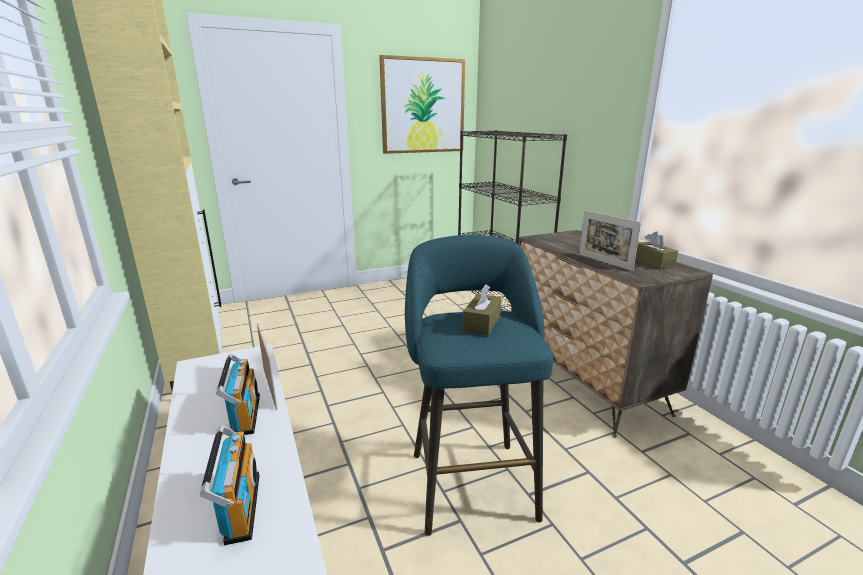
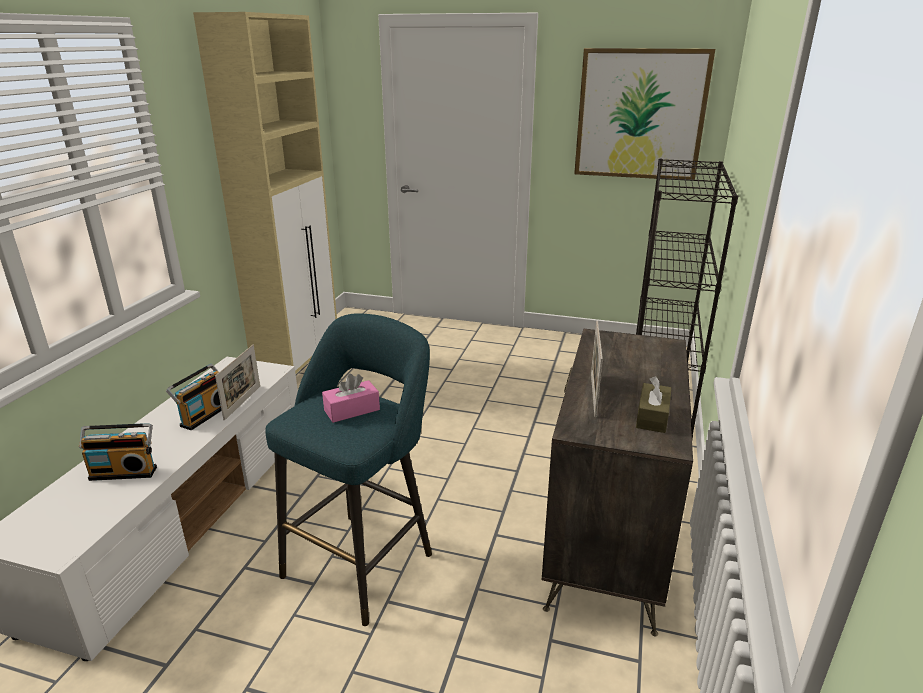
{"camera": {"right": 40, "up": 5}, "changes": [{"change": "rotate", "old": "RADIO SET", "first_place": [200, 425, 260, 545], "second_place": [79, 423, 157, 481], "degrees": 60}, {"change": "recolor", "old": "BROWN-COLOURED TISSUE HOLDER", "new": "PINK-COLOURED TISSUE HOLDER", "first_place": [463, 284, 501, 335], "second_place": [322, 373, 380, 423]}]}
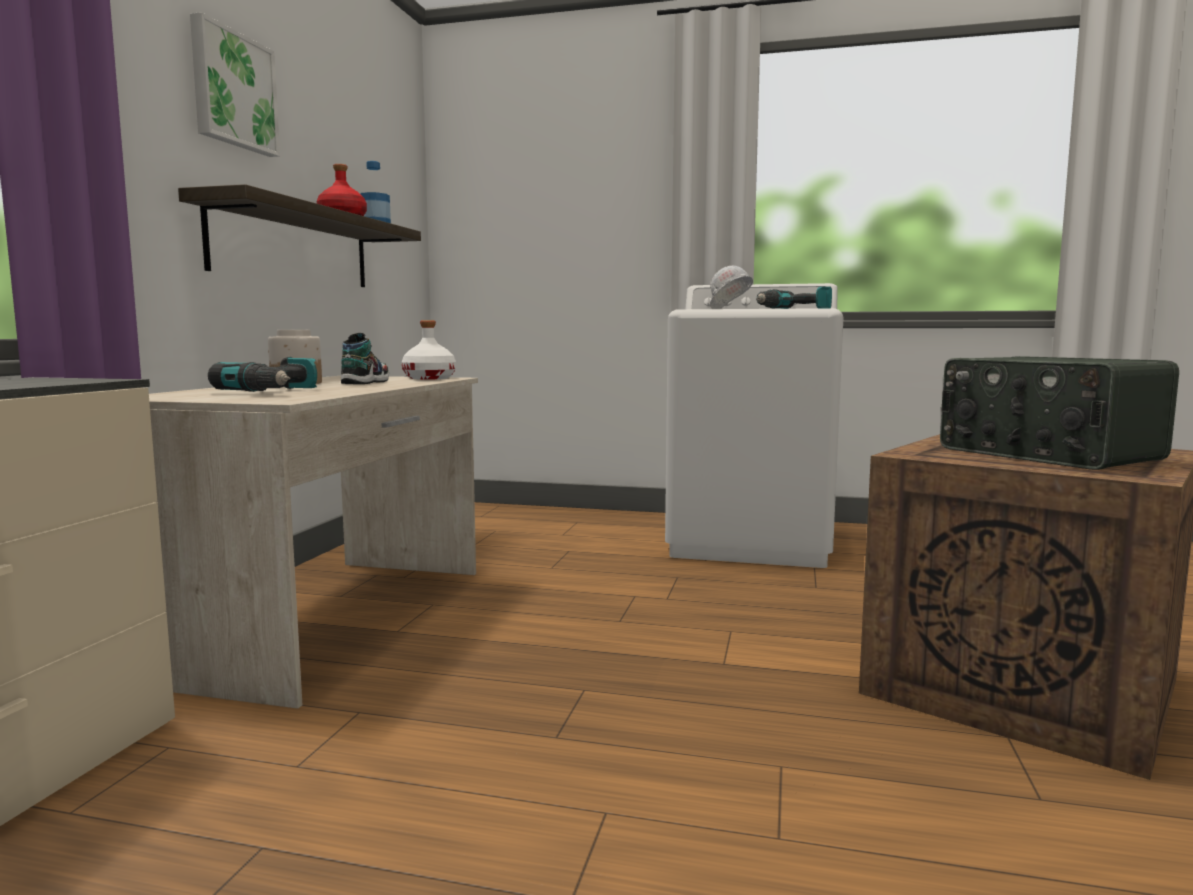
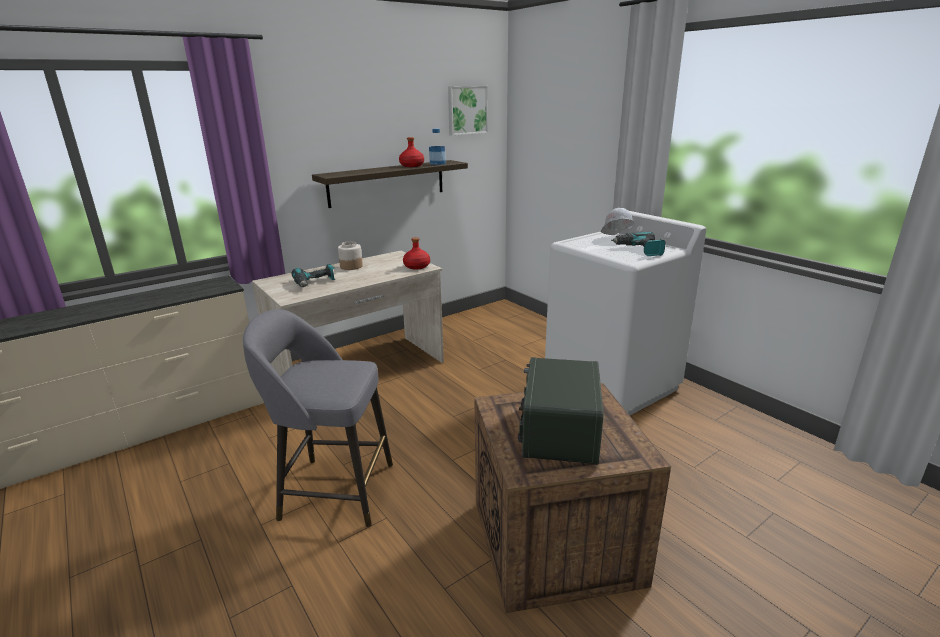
{"camera": {"right": 40, "up": 15}, "changes": [{"change": "move", "old": "PICTURE", "first_place": [190, 12, 280, 157], "second_place": [448, 86, 488, 136]}, {"change": "delete", "old": "SHOE", "first_place": [341, 333, 389, 384]}, {"change": "recolor", "old": "WHITISH BOTTLE", "new": "RED-COLOURED BOTTLE", "first_place": [402, 320, 456, 380], "second_place": [403, 237, 430, 270]}, {"change": "insert", "new": "GRAY STOOL SEAT", "second_place": [243, 309, 393, 527]}]}
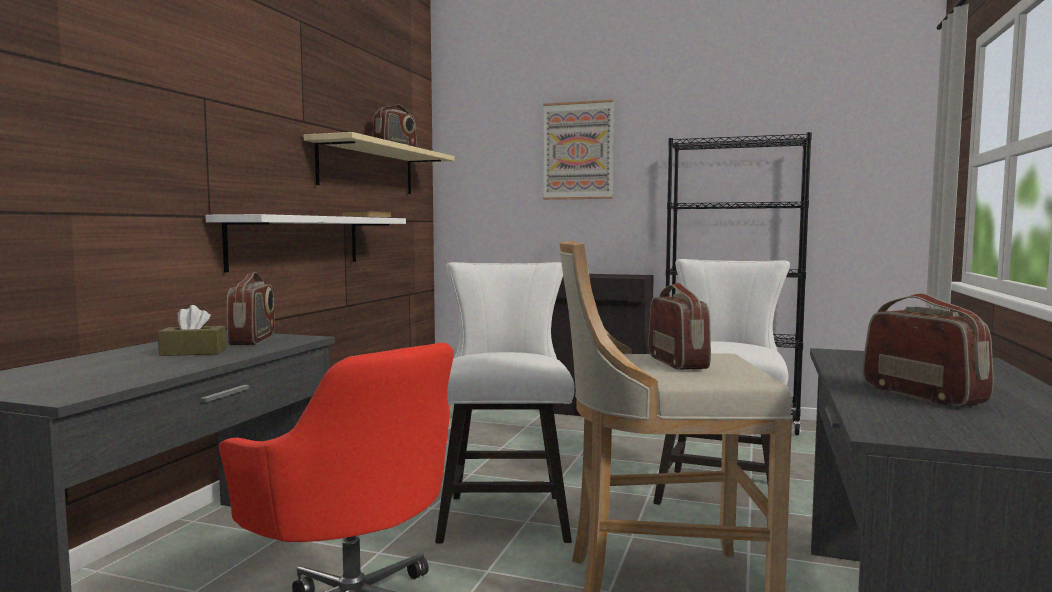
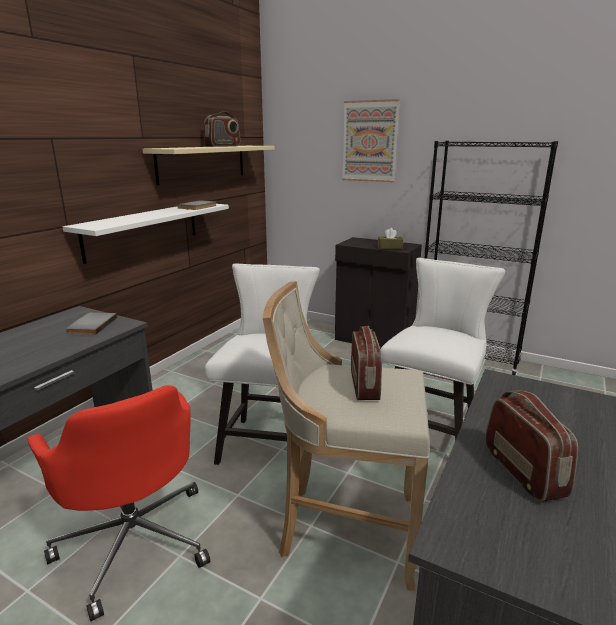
{"camera": {"right": 10, "up": 15}, "changes": [{"change": "move", "old": "BROWN-COLOURED TISSUE HOLDER", "first_place": [158, 305, 227, 356], "second_place": [378, 228, 403, 249]}, {"change": "replace", "old": "RADIO SET", "new": "GRAY BOUND BOOK", "first_place": [227, 272, 275, 345], "second_place": [65, 312, 117, 335]}]}
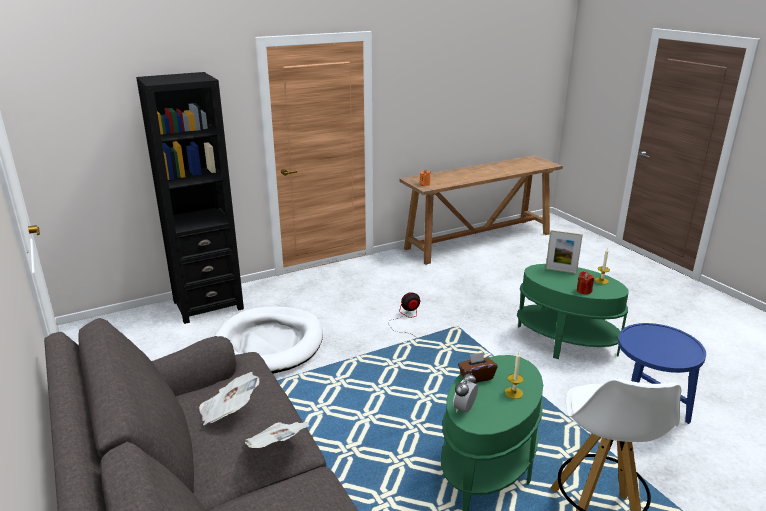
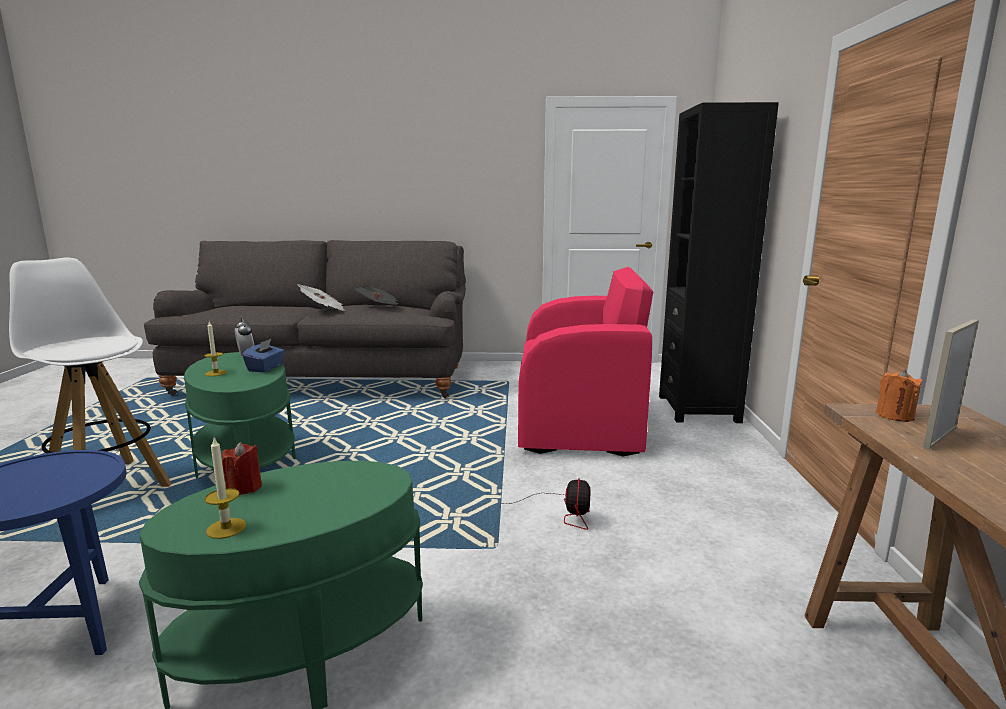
{"camera": {"right": 120, "up": -10}, "changes": [{"change": "replace", "old": "WHITISH DOG CUSHION", "new": "PINK-COLOURED EASY CHAIR", "first_place": [215, 306, 323, 374], "second_place": [518, 267, 654, 457]}, {"change": "recolor", "old": "BROWN-COLOURED TISSUE HOLDER", "new": "BLUISH TISSUE HOLDER", "first_place": [458, 352, 498, 383], "second_place": [242, 339, 284, 372]}, {"change": "move", "old": "PICTURE FRAME", "first_place": [546, 230, 583, 274], "second_place": [923, 319, 979, 450]}]}
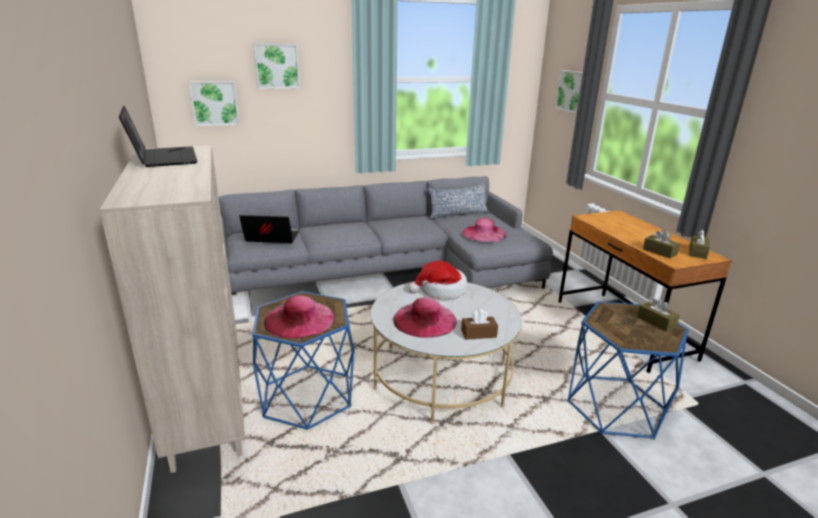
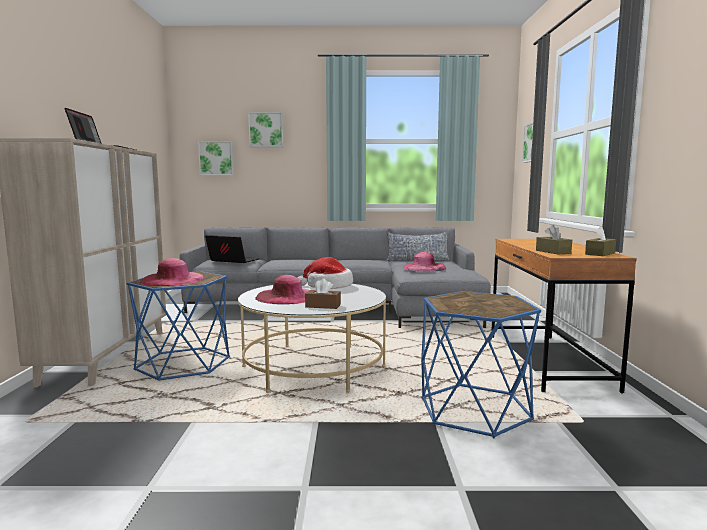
{"camera": {"right": 20, "up": -15}, "changes": [{"change": "delete", "old": "BROWN-COLOURED TISSUE HOLDER", "first_place": [637, 298, 680, 332]}]}
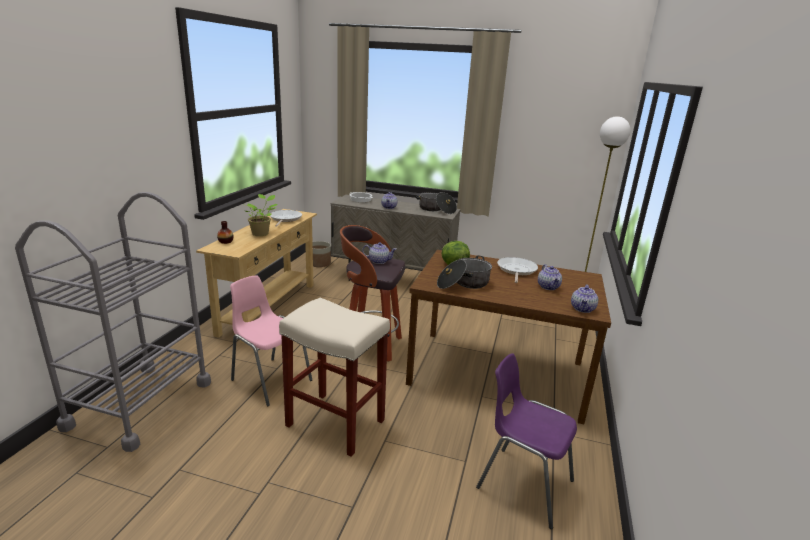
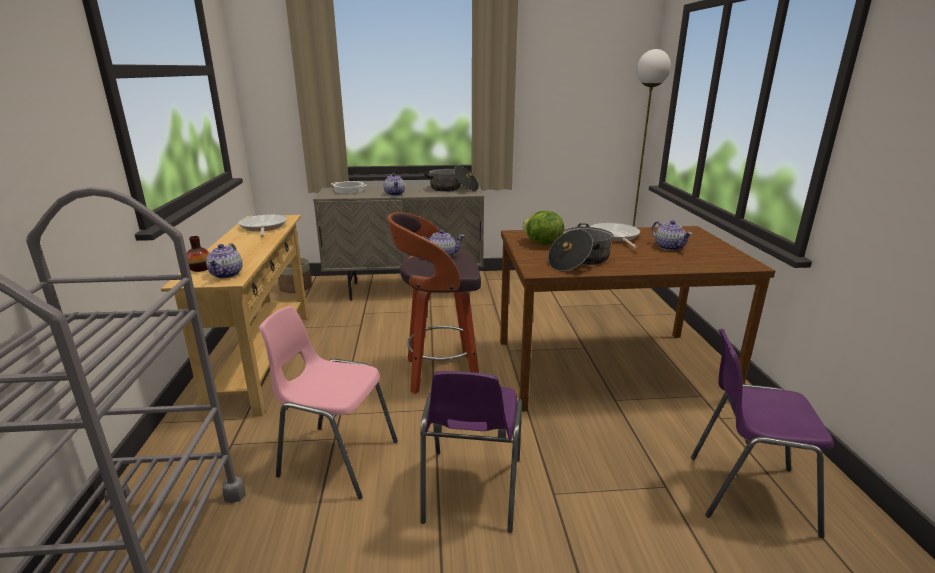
{"camera": {"right": -20, "up": 0}, "changes": [{"change": "delete", "old": "PLANT IN A POT", "first_place": [245, 194, 278, 236]}, {"change": "replace", "old": "BEIGE-COLOURED STOOL SEAT", "new": "PURPLE-COLOURED PLAIN CHAIR", "first_place": [279, 298, 390, 457], "second_place": [421, 371, 522, 533]}, {"change": "move", "old": "TEAPOT", "first_place": [571, 284, 598, 313], "second_place": [206, 243, 243, 278]}]}
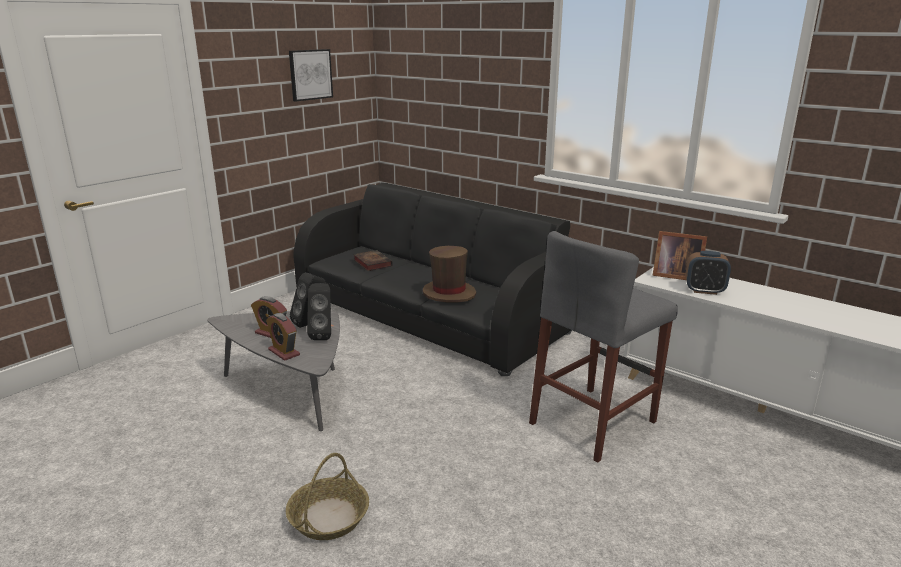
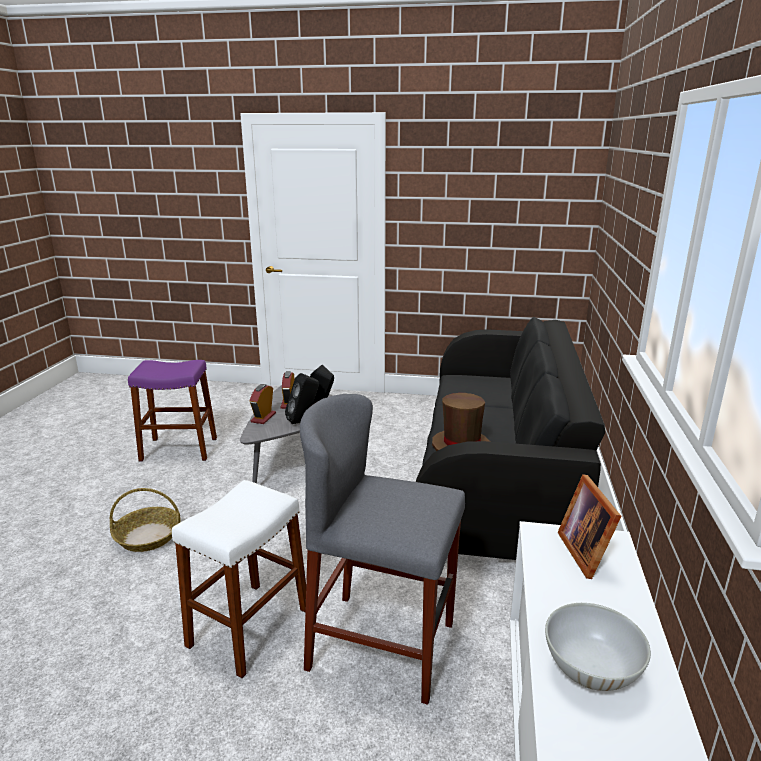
{"camera": {"right": 60, "up": 0}, "changes": [{"change": "delete", "old": "PICTURE", "first_place": [289, 49, 333, 101]}, {"change": "delete", "old": "BOUND BOOK", "first_place": [353, 250, 393, 271]}, {"change": "delete", "old": "BEDSIDE CLOCK", "first_place": [685, 251, 731, 295]}, {"change": "insert", "new": "PURPLE-COLOURED STOOL SEAT", "second_place": [128, 360, 217, 462]}, {"change": "insert", "new": "WHITISH STOOL SEAT", "second_place": [172, 480, 306, 678]}, {"change": "insert", "new": "WHITISH DEEP DISH", "second_place": [545, 603, 651, 691]}]}
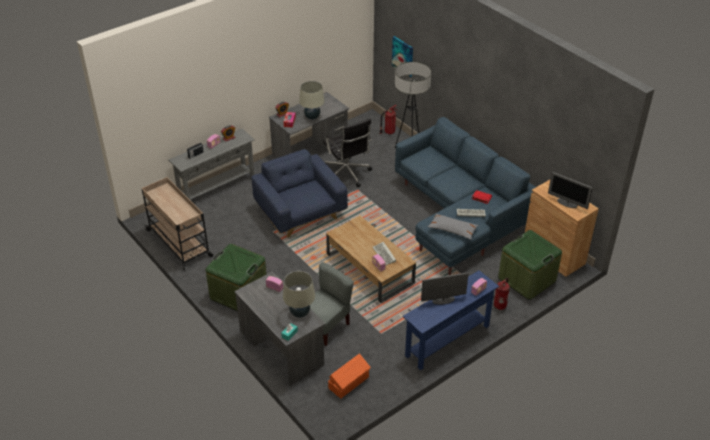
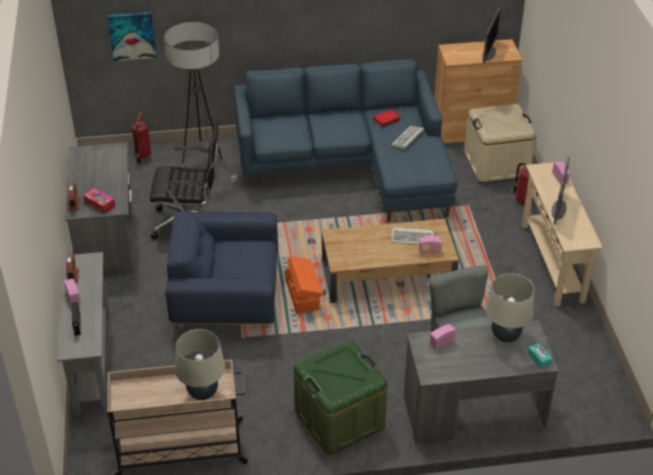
{"camera": {"right": -60, "up": 0}, "changes": [{"change": "move", "old": "BEIGE-COLOURED LAMP FOR A TABLE", "first_place": [299, 81, 324, 119], "second_place": [175, 329, 225, 400]}, {"change": "move", "old": "ORANGEY STORAGE BIN", "first_place": [328, 353, 371, 399], "second_place": [285, 256, 322, 314]}, {"change": "recolor", "old": "BLUISH CONSOLE TABLE", "new": "BEIGE-COLOURED CONSOLE TABLE", "first_place": [403, 270, 499, 370], "second_place": [522, 162, 603, 306]}, {"change": "delete", "old": "GRAY CUSHION", "first_place": [428, 213, 478, 240]}, {"change": "recolor", "old": "GREENISH STORAGE BIN", "new": "BEIGE-COLOURED STORAGE BIN", "first_place": [498, 230, 562, 300], "second_place": [464, 104, 536, 183]}, {"change": "rotate", "old": "COMPUTER SCREEN", "first_place": [548, 172, 593, 209], "second_place": [482, 7, 501, 63], "degrees": -45}]}
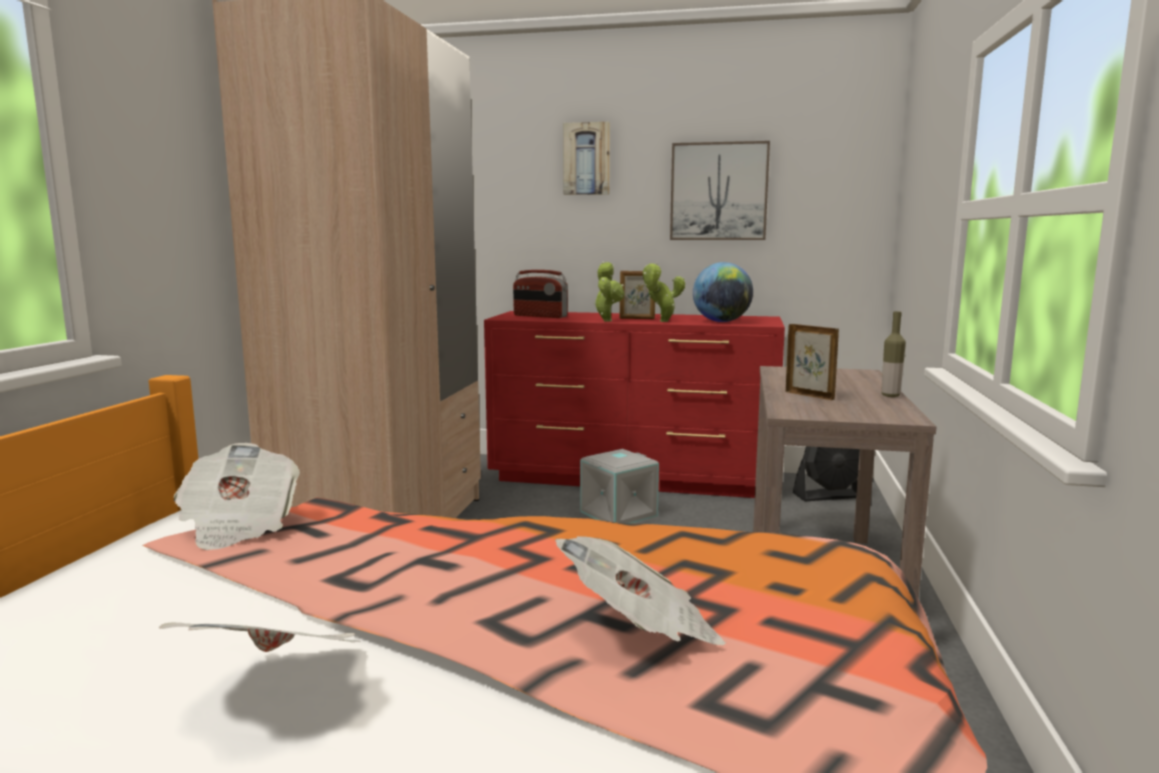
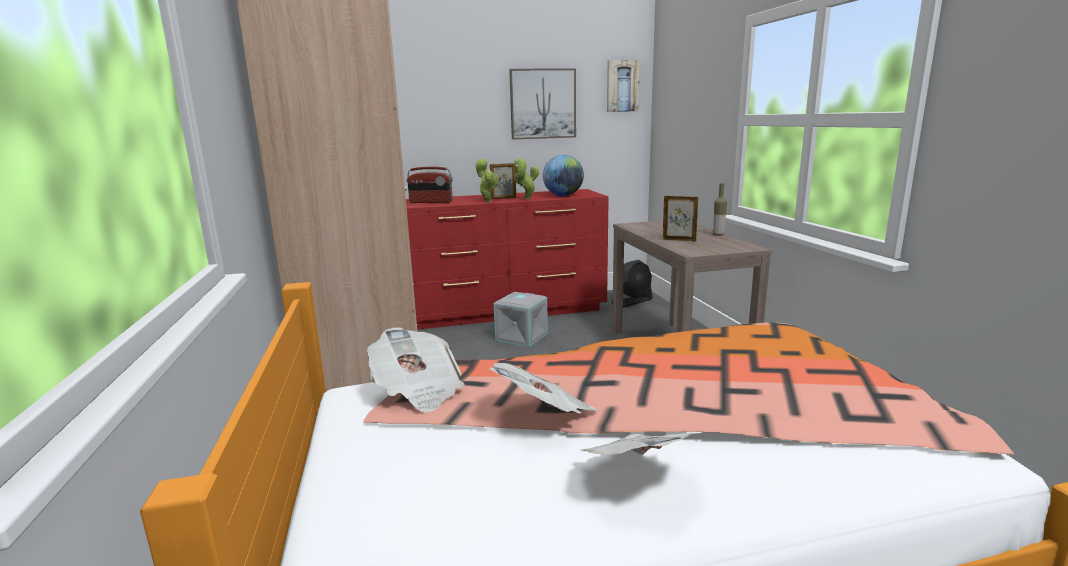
{"camera": {"right": -25, "up": 5}, "changes": [{"change": "move", "old": "NEWSPAPER", "first_place": [555, 536, 726, 645], "second_place": [489, 363, 597, 414]}, {"change": "move", "old": "PICTURE", "first_place": [563, 122, 610, 195], "second_place": [607, 60, 640, 112]}]}
